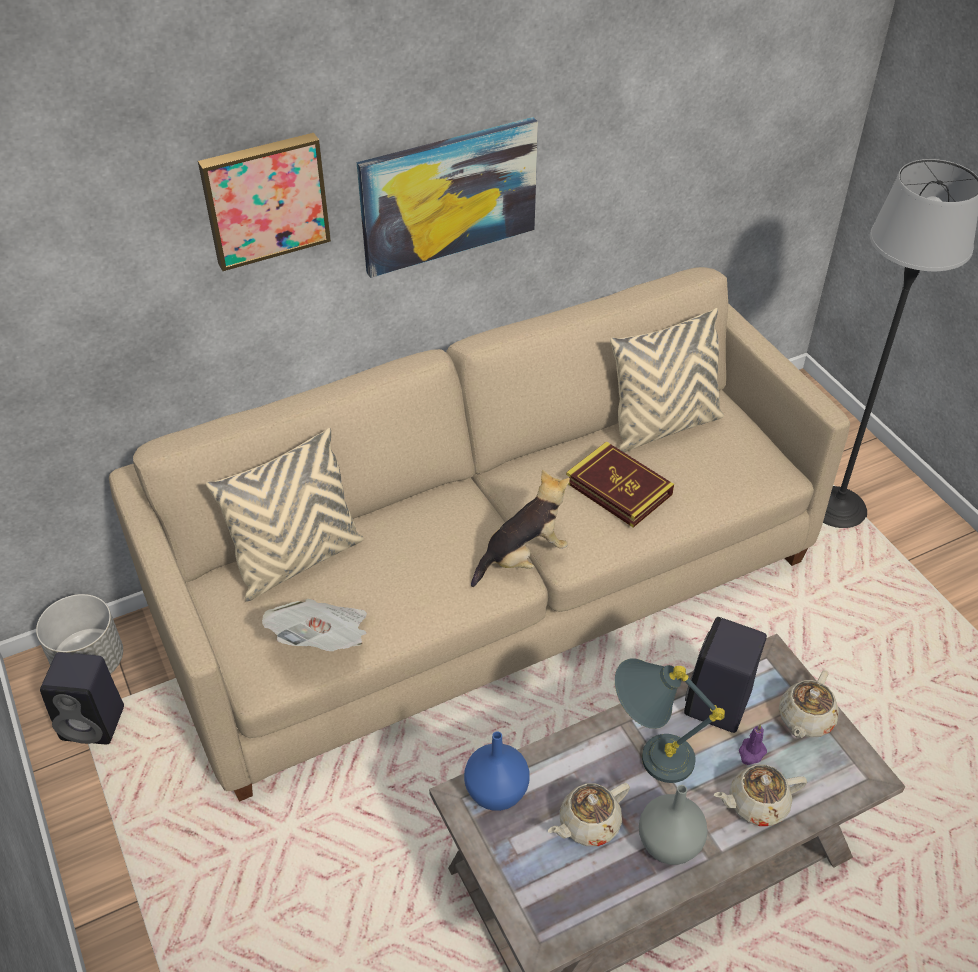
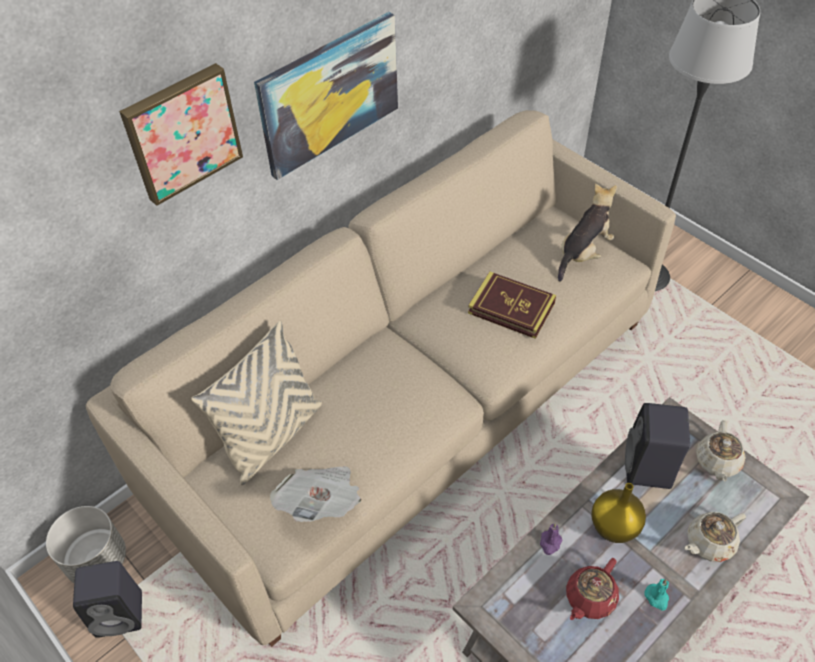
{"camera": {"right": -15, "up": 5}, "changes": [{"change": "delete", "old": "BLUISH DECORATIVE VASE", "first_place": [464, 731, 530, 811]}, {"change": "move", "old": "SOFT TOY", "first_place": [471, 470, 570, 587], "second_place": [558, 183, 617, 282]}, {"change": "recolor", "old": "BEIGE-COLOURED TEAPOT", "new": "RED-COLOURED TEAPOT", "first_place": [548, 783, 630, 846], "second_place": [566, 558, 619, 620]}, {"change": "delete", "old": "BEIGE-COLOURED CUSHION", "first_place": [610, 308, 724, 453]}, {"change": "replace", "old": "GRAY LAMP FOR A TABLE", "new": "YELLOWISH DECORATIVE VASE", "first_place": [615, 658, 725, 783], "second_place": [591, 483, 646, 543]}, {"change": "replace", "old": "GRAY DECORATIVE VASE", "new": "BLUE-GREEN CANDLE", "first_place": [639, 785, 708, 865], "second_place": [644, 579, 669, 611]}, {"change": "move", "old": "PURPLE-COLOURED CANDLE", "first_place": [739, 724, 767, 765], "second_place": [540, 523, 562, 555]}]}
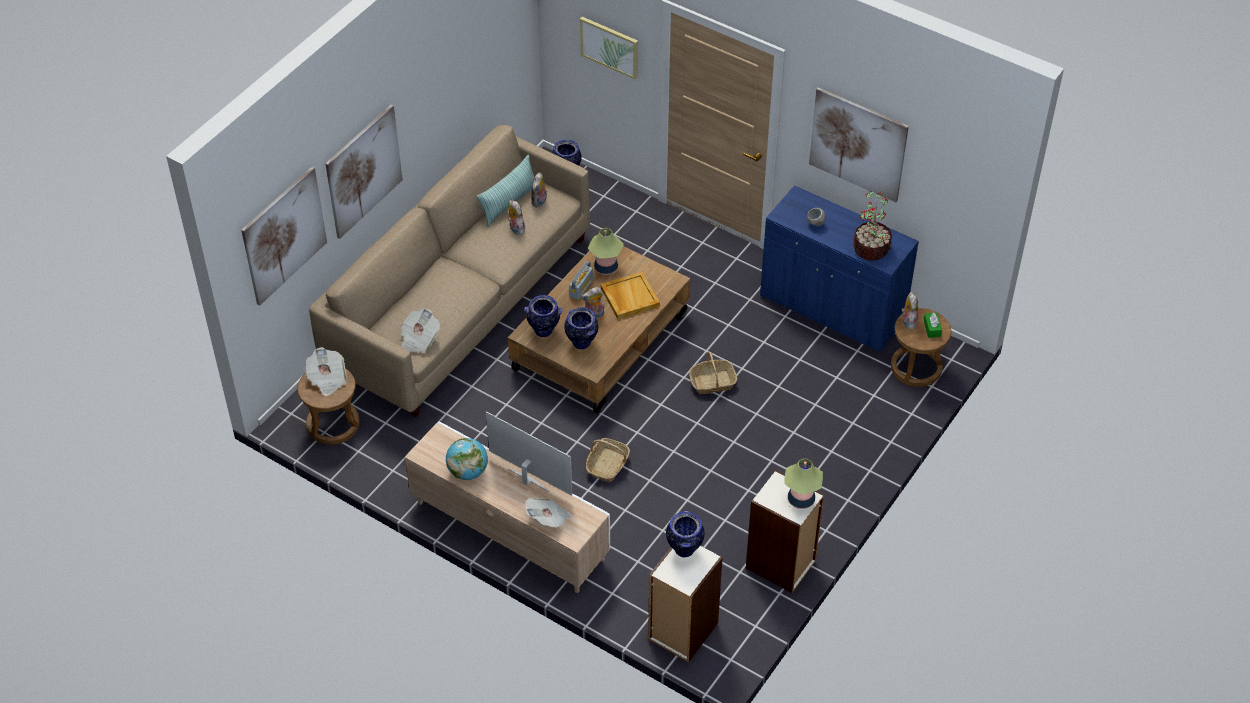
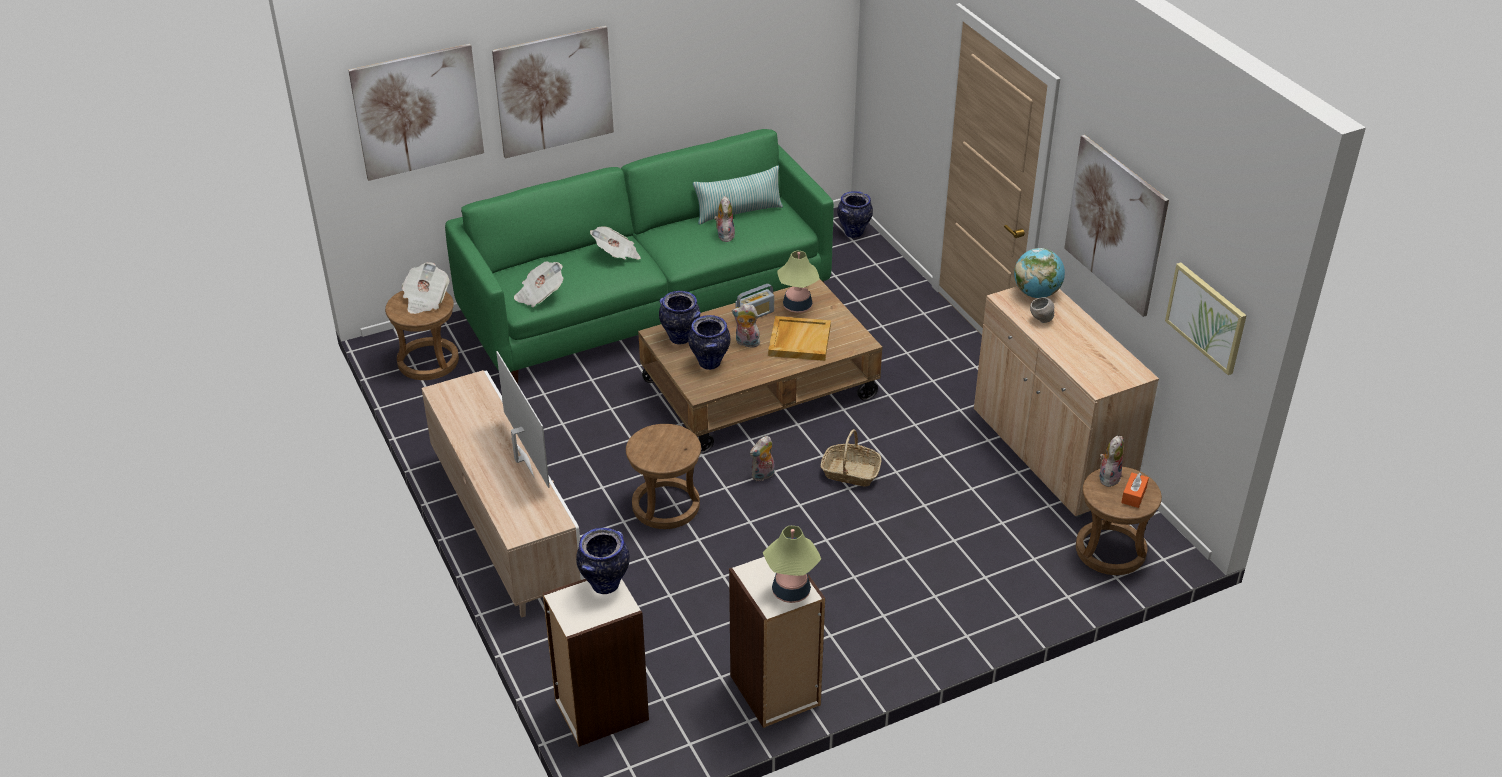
{"camera": {"right": 30, "up": -10}, "changes": [{"change": "recolor", "old": "BEIGE-COLOURED COUCH", "new": "GREENISH COUCH", "first_place": [309, 125, 590, 417], "second_place": [445, 129, 834, 384]}, {"change": "move", "old": "GLOBE", "first_place": [446, 438, 488, 480], "second_place": [1014, 248, 1065, 298]}, {"change": "move", "old": "NEWSPAPER", "first_place": [525, 497, 572, 528], "second_place": [590, 227, 641, 259]}, {"change": "move", "old": "SOFT TOY", "first_place": [531, 172, 548, 207], "second_place": [750, 436, 775, 481]}, {"change": "move", "old": "PICTURE", "first_place": [580, 17, 638, 80], "second_place": [1165, 262, 1247, 375]}, {"change": "replace", "old": "STORAGE BASKET", "new": "BROWN-COLOURED STOOL SEAT", "first_place": [586, 438, 630, 482], "second_place": [626, 424, 701, 529]}, {"change": "recolor", "old": "BLUISH STORAGE CABINET", "new": "BEIGE-COLOURED STORAGE CABINET", "first_place": [760, 185, 919, 352], "second_place": [974, 286, 1159, 517]}, {"change": "delete", "old": "PLANT IN A POT", "first_place": [853, 190, 892, 261]}, {"change": "recolor", "old": "GREENISH TISSUE HOLDER", "new": "ORANGEY TISSUE HOLDER", "first_place": [924, 313, 942, 338], "second_place": [1121, 473, 1149, 508]}]}
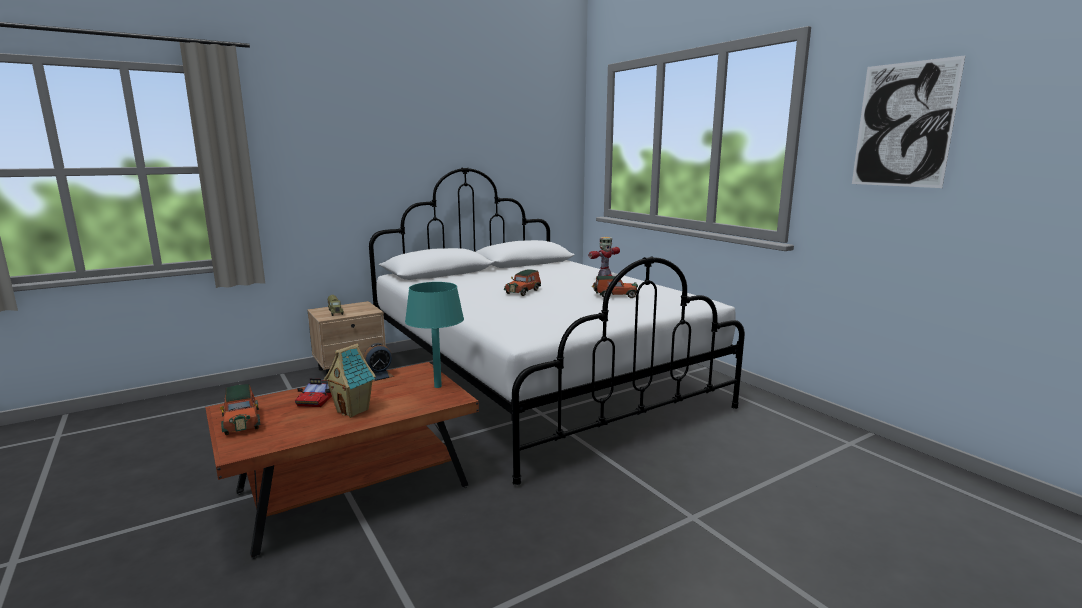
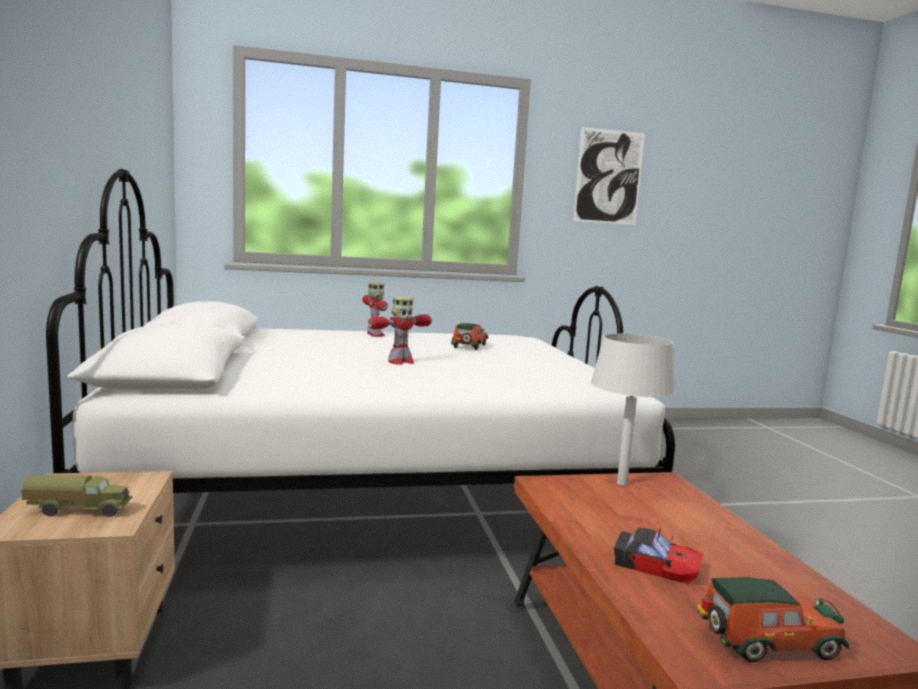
{"camera": {"right": -70, "up": -5}, "changes": [{"change": "delete", "old": "TOY HOUSE", "first_place": [324, 344, 376, 418]}, {"change": "delete", "old": "BEDSIDE CLOCK", "first_place": [363, 343, 394, 382]}, {"change": "recolor", "old": "BLUE-GREEN LAMP FOR A TABLE", "new": "GRAY LAMP FOR A TABLE", "first_place": [405, 282, 464, 388], "second_place": [591, 333, 676, 485]}, {"change": "replace", "old": "MODEL CAR", "new": "MODEL ROBOT", "first_place": [504, 270, 541, 296], "second_place": [368, 296, 432, 365]}]}
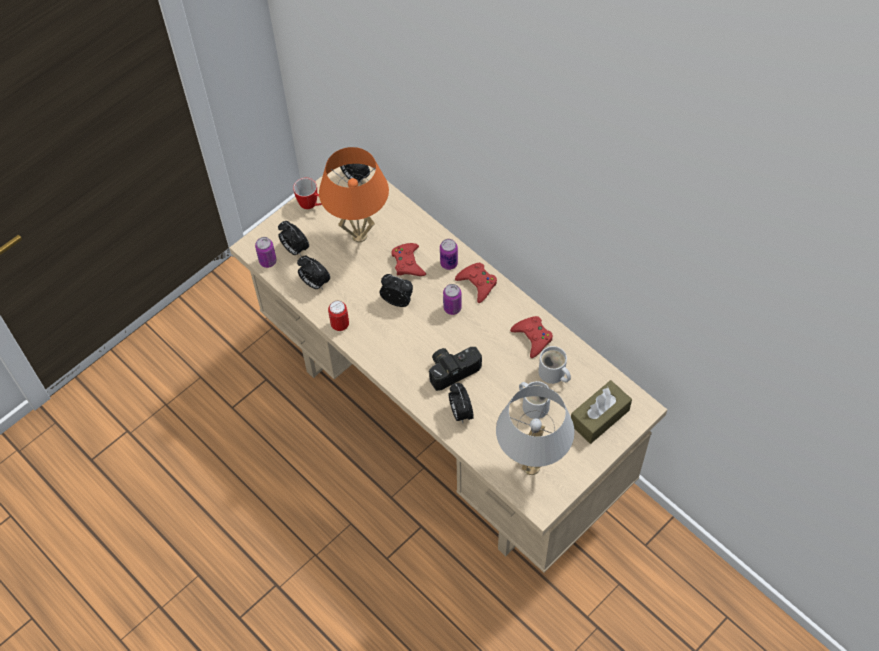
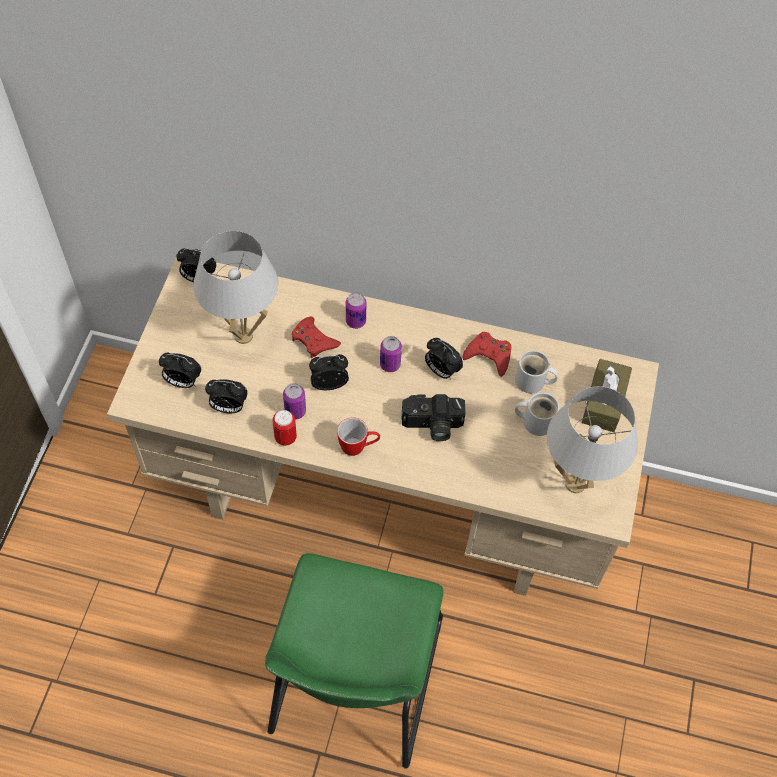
{"camera": {"right": -35, "up": 0}, "changes": [{"change": "move", "old": "METAL CAN", "first_place": [255, 237, 277, 268], "second_place": [283, 383, 306, 419]}, {"change": "move", "old": "COFFEE MUG", "first_place": [293, 178, 322, 209], "second_place": [337, 417, 380, 456]}, {"change": "recolor", "old": "ORANGEY LAMP FOR A TABLE", "new": "WHITISH LAMP FOR A TABLE", "first_place": [319, 147, 389, 242], "second_place": [193, 231, 278, 344]}, {"change": "rotate", "old": "PHOTO CAMERA", "first_place": [429, 347, 482, 391], "second_place": [401, 394, 466, 441], "degrees": -120}, {"change": "move", "old": "BEDSIDE CLOCK", "first_place": [448, 383, 474, 423], "second_place": [425, 338, 463, 380]}, {"change": "delete", "old": "RED-COLOURED JOYPAD", "first_place": [455, 262, 497, 303]}, {"change": "insert", "new": "GREENISH PLAIN CHAIR", "second_place": [265, 553, 444, 768]}]}
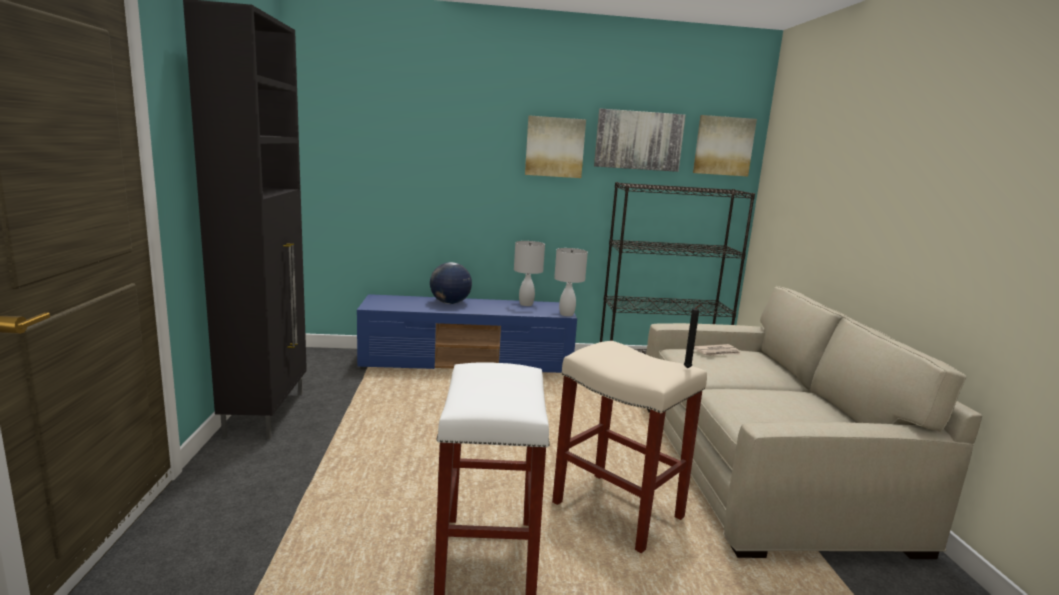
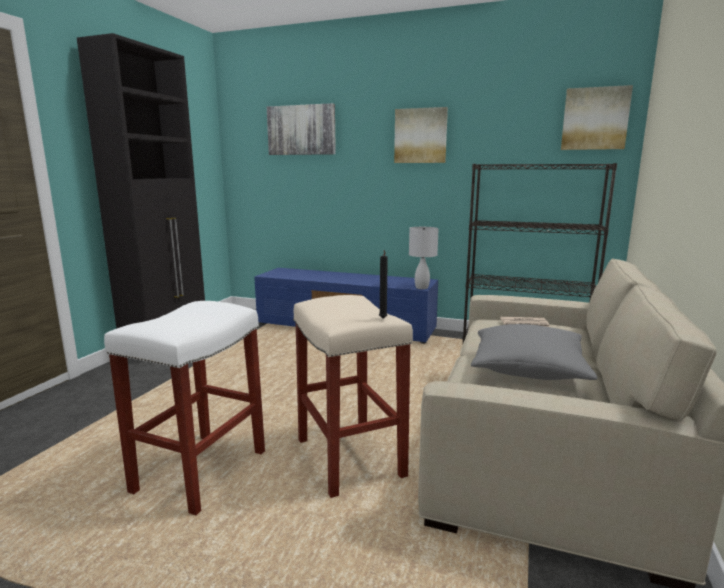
{"camera": {"right": 25, "up": 0}, "changes": [{"change": "delete", "old": "GLOBE", "first_place": [430, 262, 472, 304]}, {"change": "delete", "old": "WHITISH LAMP FOR A TABLE", "first_place": [514, 241, 545, 306]}, {"change": "move", "old": "PICTURE", "first_place": [594, 108, 686, 172], "second_place": [267, 103, 336, 155]}, {"change": "insert", "new": "GRAY CUSHION", "second_place": [471, 324, 597, 380]}]}
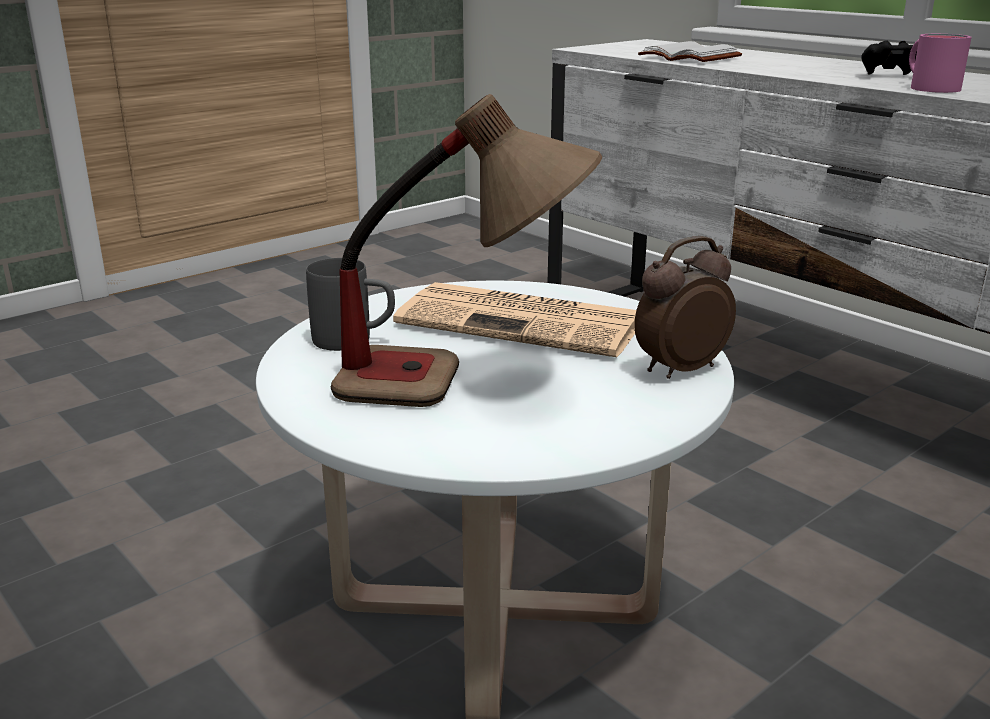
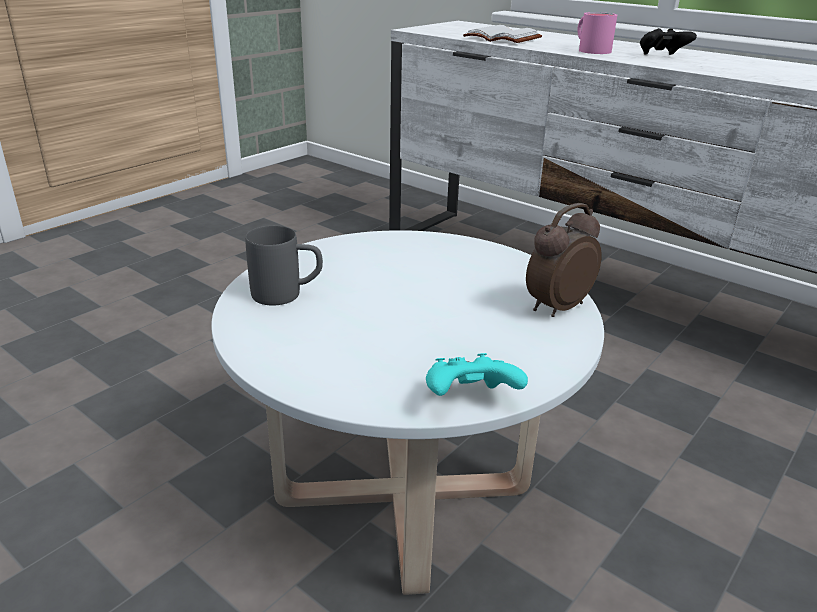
{"camera": {"right": -10, "up": 5}, "changes": [{"change": "delete", "old": "LAMP FOR A TABLE", "first_place": [331, 94, 602, 407]}, {"change": "delete", "old": "NEWSPAPER", "first_place": [393, 282, 636, 357]}, {"change": "move", "old": "PINK-COLOURED COFFEE MUG", "first_place": [909, 34, 972, 93], "second_place": [577, 12, 617, 54]}, {"change": "insert", "new": "BLUE-GREEN JOYPAD", "second_place": [426, 353, 528, 396]}]}
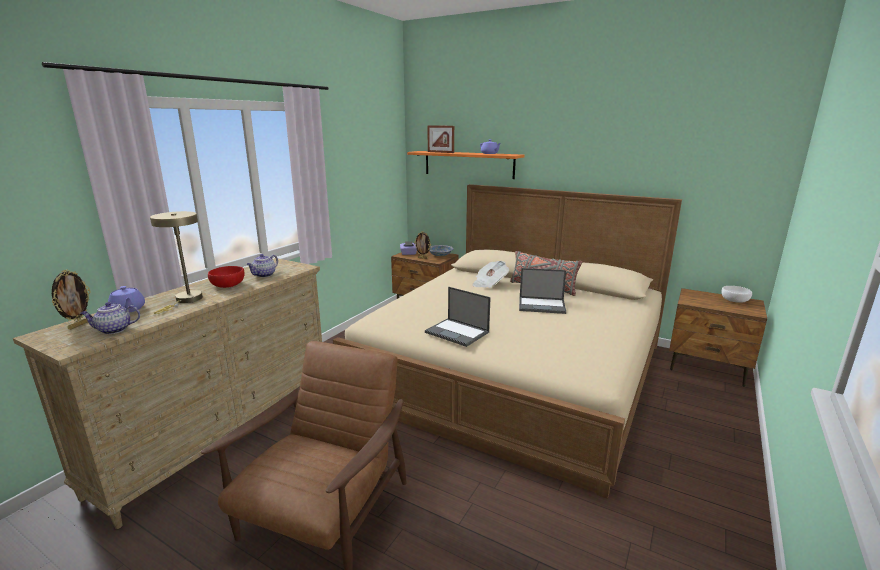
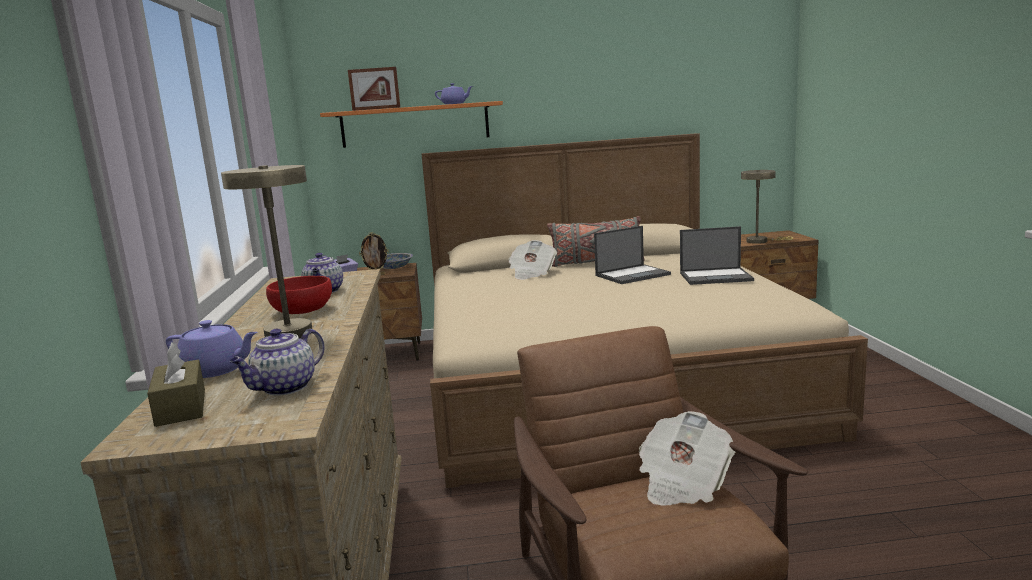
{"camera": {"right": -35, "up": -5}, "changes": [{"change": "replace", "old": "PICTURE FRAME", "new": "BROWN-COLOURED TISSUE HOLDER", "first_place": [52, 270, 91, 330], "second_place": [147, 342, 205, 427]}, {"change": "move", "old": "NOTEBOOK COMPUTER", "first_place": [425, 287, 491, 347], "second_place": [680, 226, 754, 285]}, {"change": "delete", "old": "WHITISH DEEP DISH", "first_place": [721, 286, 752, 303]}, {"change": "insert", "new": "NEWSPAPER", "second_place": [638, 411, 735, 506]}, {"change": "insert", "new": "BEIGE-COLOURED LAMP FOR A TABLE", "second_place": [741, 170, 793, 244]}]}
